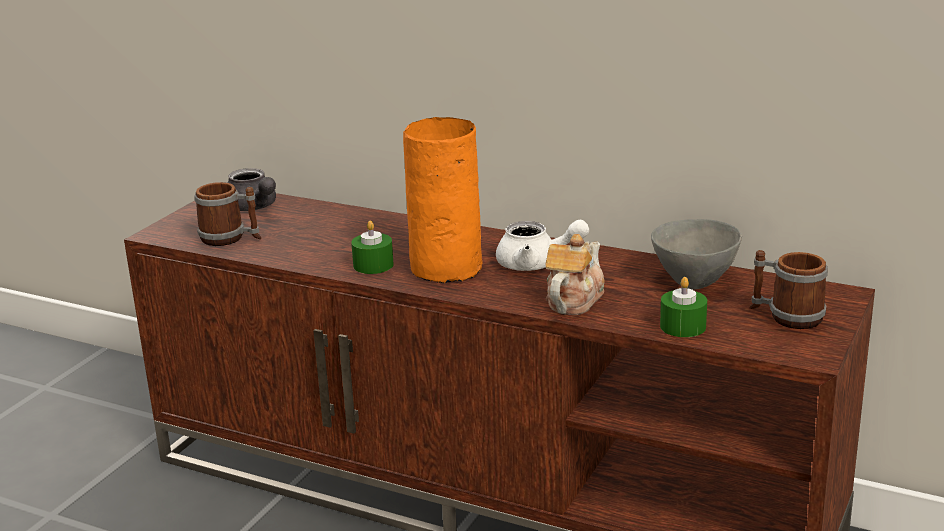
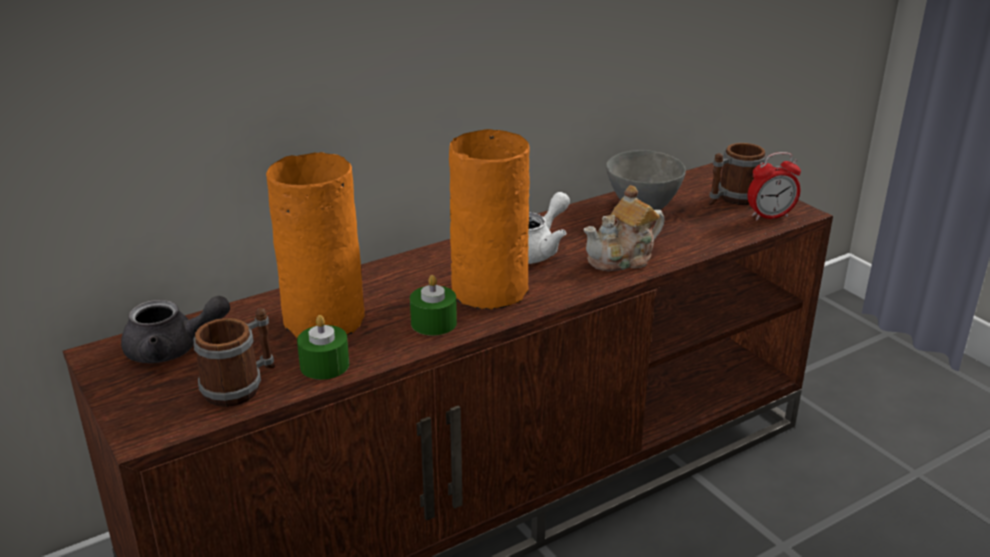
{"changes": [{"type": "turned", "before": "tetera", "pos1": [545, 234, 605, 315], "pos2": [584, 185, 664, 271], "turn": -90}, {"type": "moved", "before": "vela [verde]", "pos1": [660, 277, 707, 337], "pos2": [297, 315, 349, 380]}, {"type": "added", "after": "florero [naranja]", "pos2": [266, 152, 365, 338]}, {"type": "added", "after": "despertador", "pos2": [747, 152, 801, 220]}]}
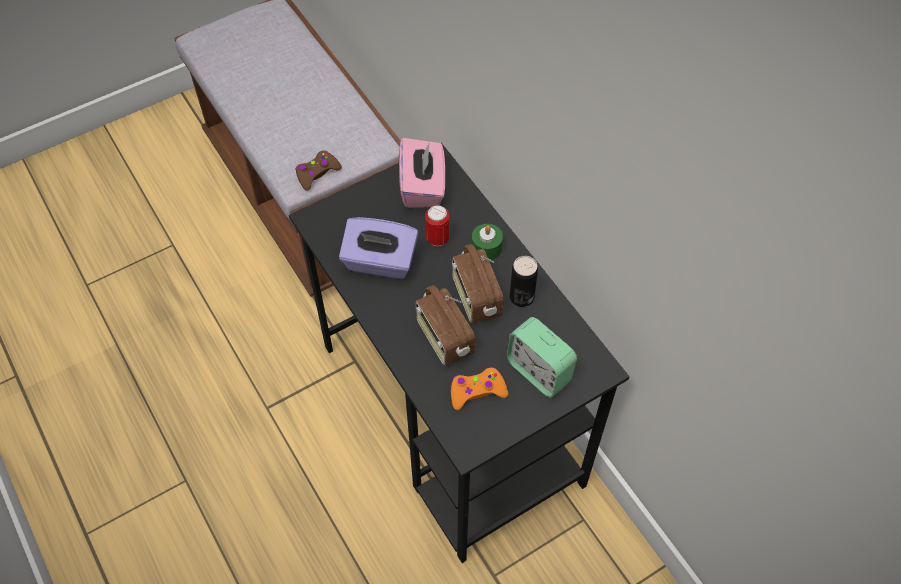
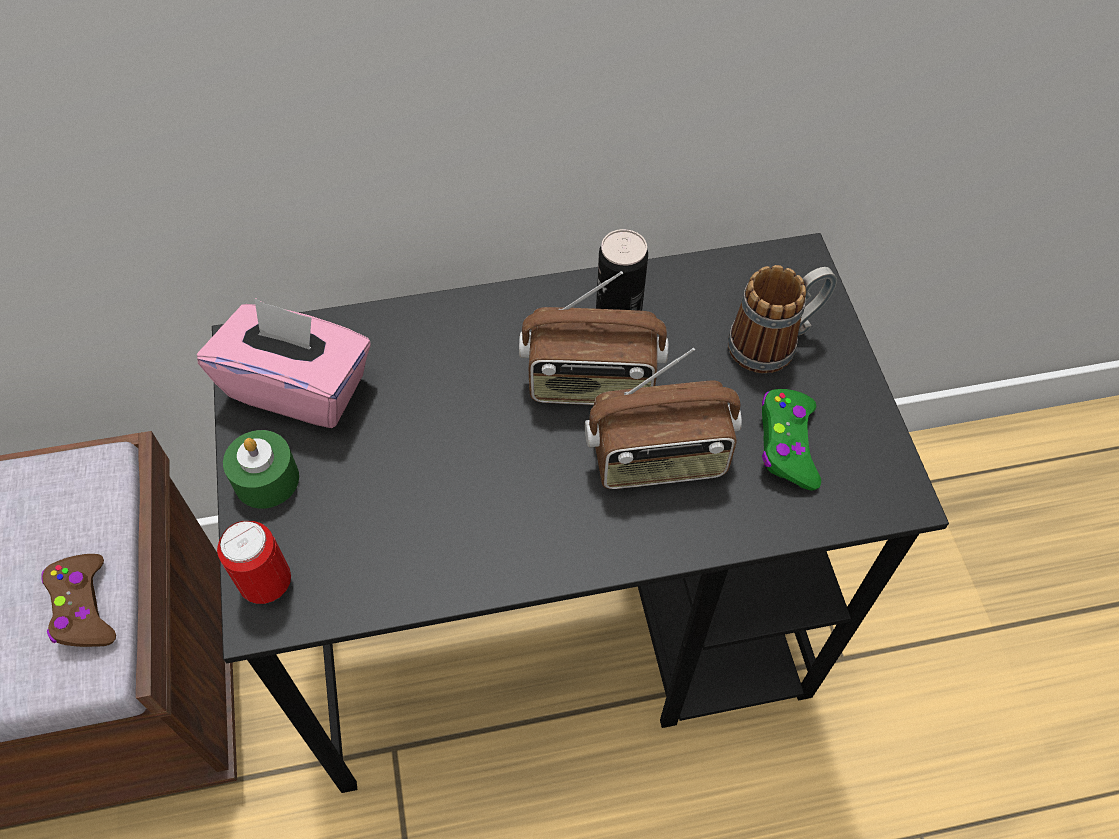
{"changes": [{"type": "removed", "before": "caja de pañuelos [morado]", "pos1": [339, 217, 418, 279]}, {"type": "moved", "before": "lata", "pos1": [425, 205, 449, 246], "pos2": [217, 521, 291, 604]}, {"type": "recoloured", "before": "mando de consola [naranja]", "after": "mando de consola [verde]", "pos1": [451, 367, 508, 410], "pos2": [762, 389, 821, 491]}, {"type": "moved", "before": "vela [verde]", "pos1": [472, 224, 503, 260], "pos2": [223, 430, 299, 509]}, {"type": "replaced", "before": "despertador", "after": "taza grande", "pos1": [506, 317, 577, 398], "pos2": [728, 265, 837, 373]}]}
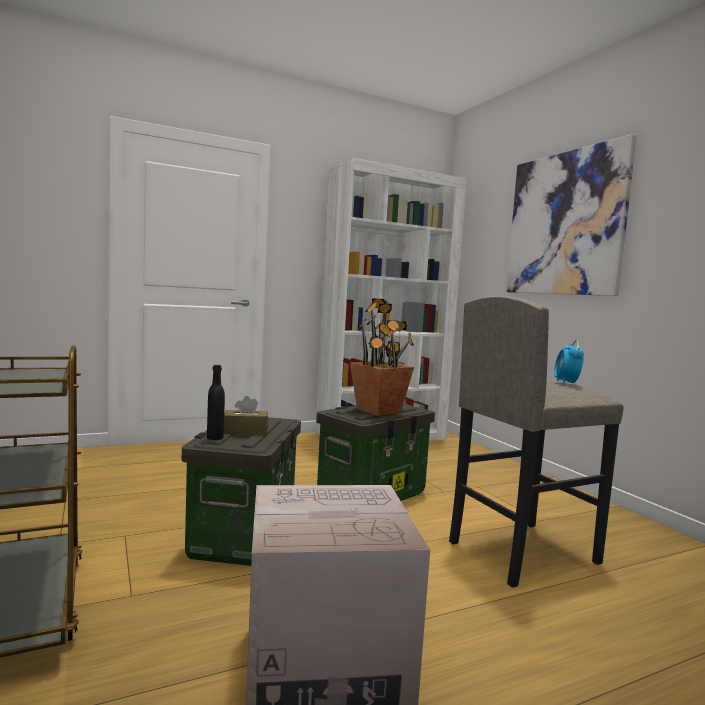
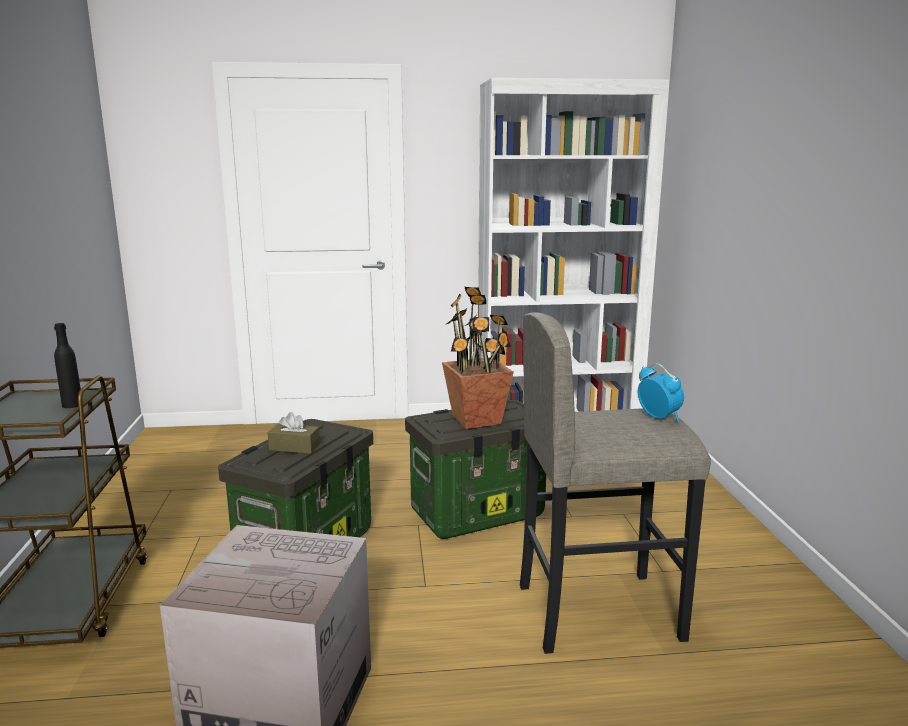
{"changes": [{"type": "moved", "before": "botella [negro]", "pos1": [207, 365, 225, 440], "pos2": [54, 323, 81, 408]}, {"type": "removed", "before": "cuadro", "pos1": [506, 134, 637, 296]}, {"type": "turned", "before": "despertador", "pos1": [554, 340, 584, 385], "pos2": [638, 363, 684, 422], "turn": 120}]}
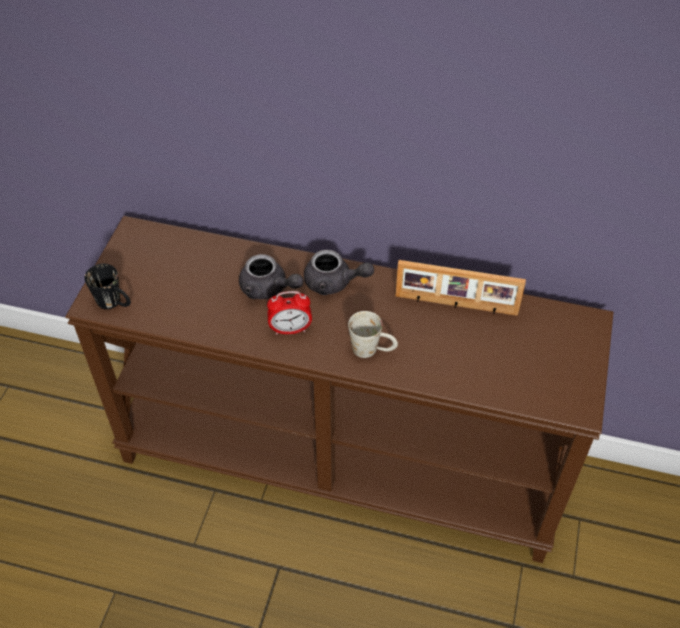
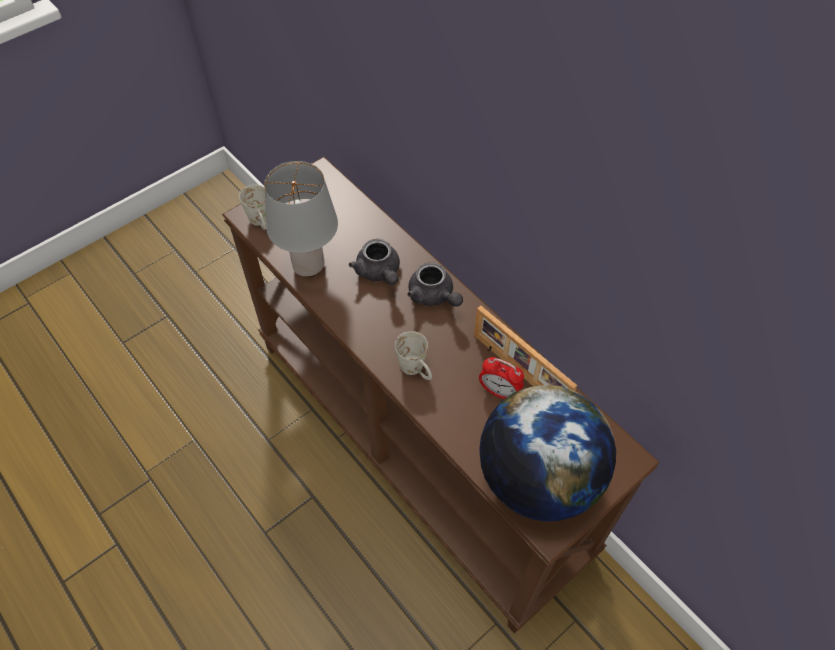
{"changes": [{"type": "recoloured", "before": "taza grande [negro]", "after": "taza grande [blanco]", "pos1": [85, 264, 131, 309], "pos2": [239, 185, 266, 230]}, {"type": "moved", "before": "despertador", "pos1": [267, 291, 312, 335], "pos2": [479, 357, 524, 399]}, {"type": "added", "after": "lámpara de mesa [gris]", "pos2": [264, 161, 338, 277]}, {"type": "added", "after": "globo terráqueo", "pos2": [479, 385, 616, 522]}]}
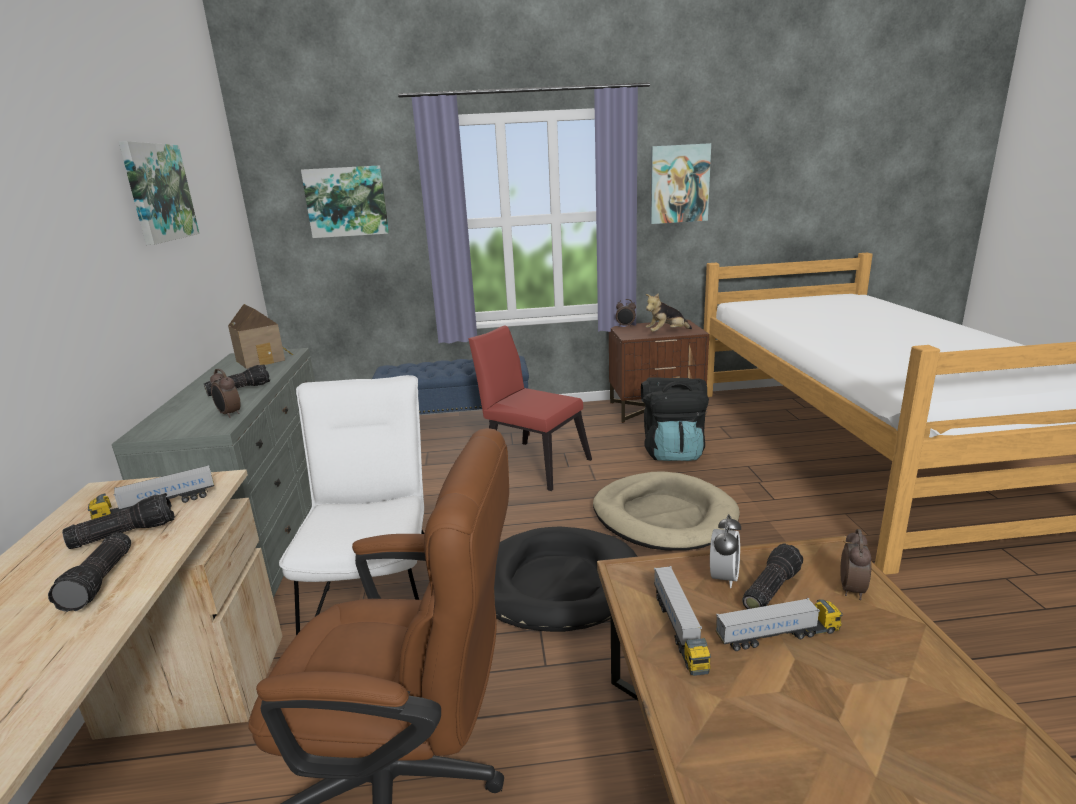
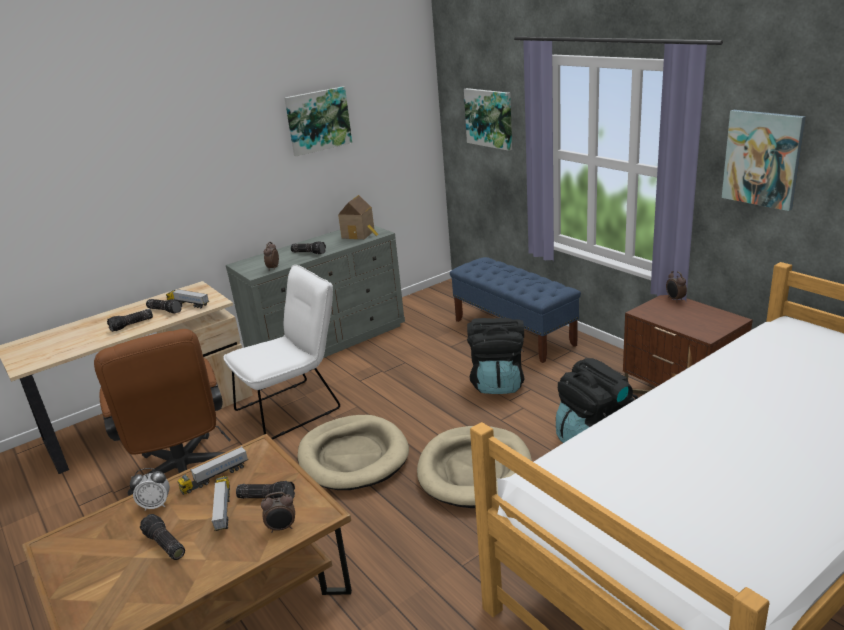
{"changes": [{"type": "replaced", "before": "silla [rojo]", "after": "mochila [negro]", "pos1": [468, 325, 592, 491], "pos2": [467, 318, 524, 394]}, {"type": "recoloured", "before": "cama para perro [negro]", "after": "cama para perro [beis]", "pos1": [494, 526, 638, 632], "pos2": [297, 415, 409, 490]}, {"type": "removed", "before": "peluche", "pos1": [646, 293, 692, 332]}, {"type": "moved", "before": "despertador", "pos1": [710, 514, 741, 588], "pos2": [130, 468, 170, 511]}, {"type": "turned", "before": "camión de juguete", "pos1": [715, 598, 843, 651], "pos2": [211, 476, 230, 531], "turn": -150}, {"type": "added", "after": "linterna", "pos2": [140, 514, 185, 560]}]}
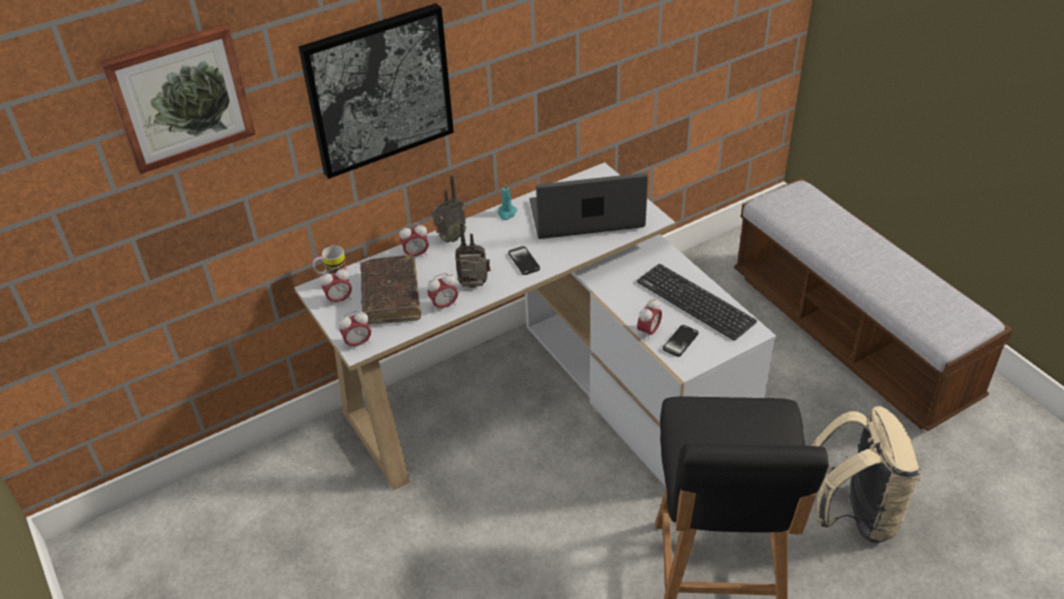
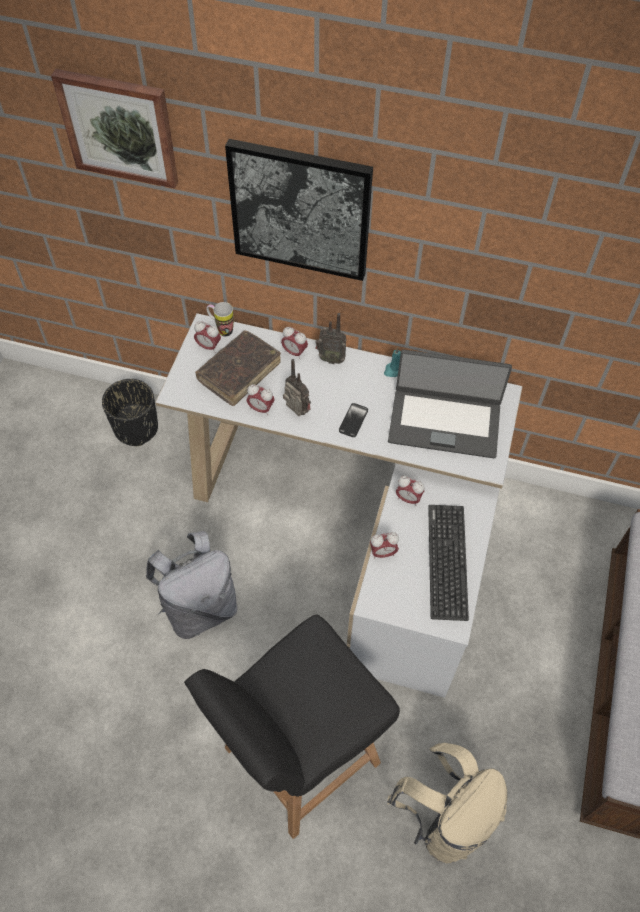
{"changes": [{"type": "moved", "before": "despertador", "pos1": [338, 311, 371, 350], "pos2": [396, 476, 425, 506]}, {"type": "turned", "before": "portátil", "pos1": [530, 173, 648, 239], "pos2": [388, 349, 512, 458], "turn": 150}, {"type": "removed", "before": "móvil", "pos1": [663, 325, 698, 357]}, {"type": "added", "after": "maceta [negro]", "pos2": [102, 379, 158, 446]}, {"type": "added", "after": "mochila [gris]", "pos2": [146, 531, 237, 639]}]}
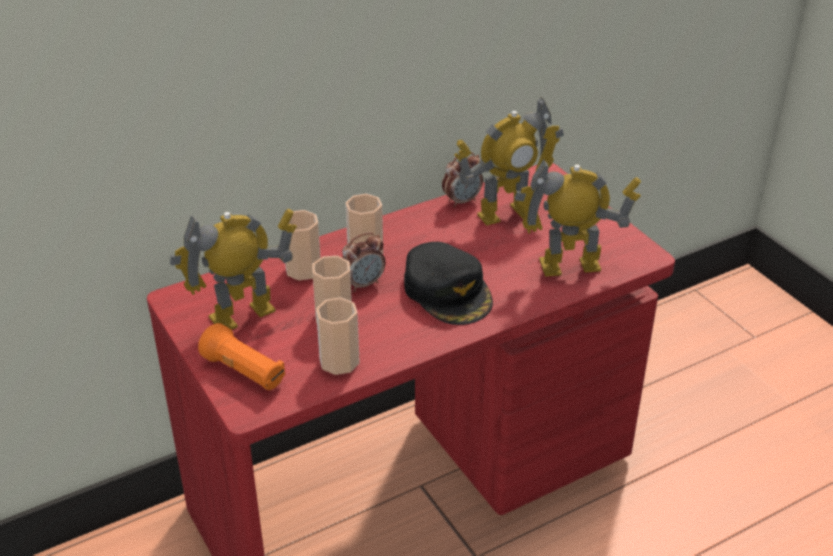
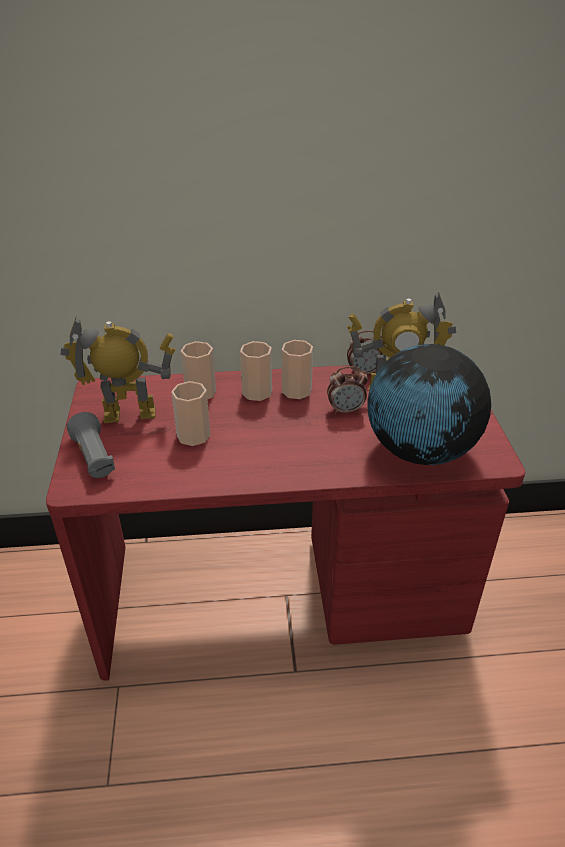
{"changes": [{"type": "recoloured", "before": "linterna [naranja]", "after": "linterna [gris]", "pos1": [198, 323, 285, 390], "pos2": [67, 412, 115, 478]}, {"type": "moved", "before": "taza", "pos1": [316, 297, 360, 375], "pos2": [282, 340, 313, 399]}, {"type": "moved", "before": "despertador", "pos1": [342, 232, 386, 292], "pos2": [327, 366, 368, 414]}, {"type": "removed", "before": "gorra [negro]", "pos1": [404, 242, 493, 325]}, {"type": "replaced", "before": "robot de juguete", "after": "globo terráqueo", "pos1": [515, 159, 641, 277], "pos2": [367, 344, 491, 465]}]}
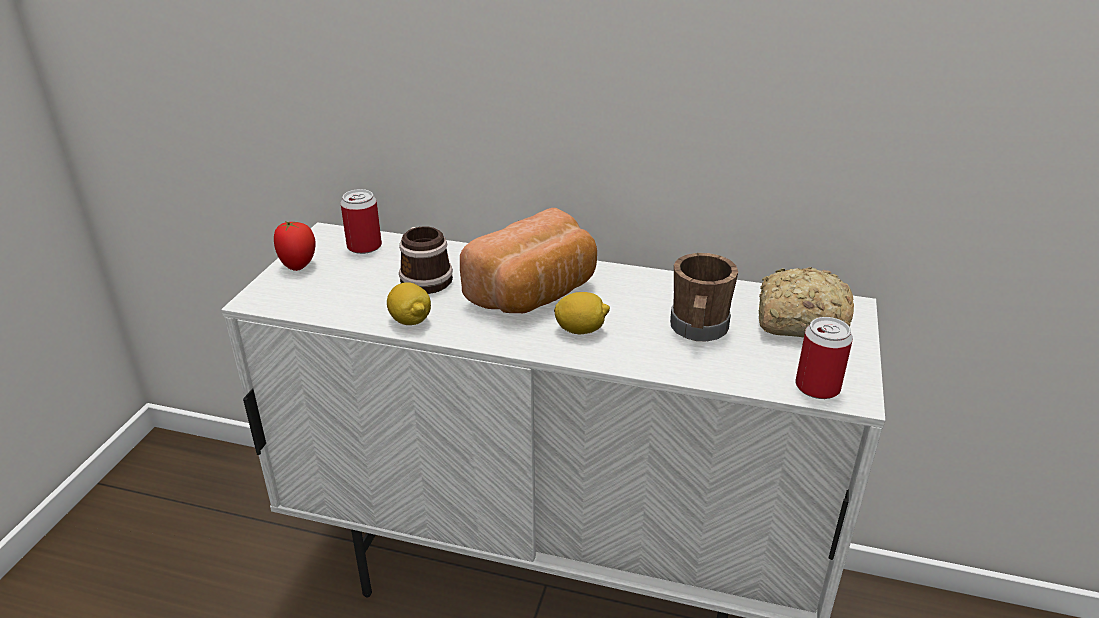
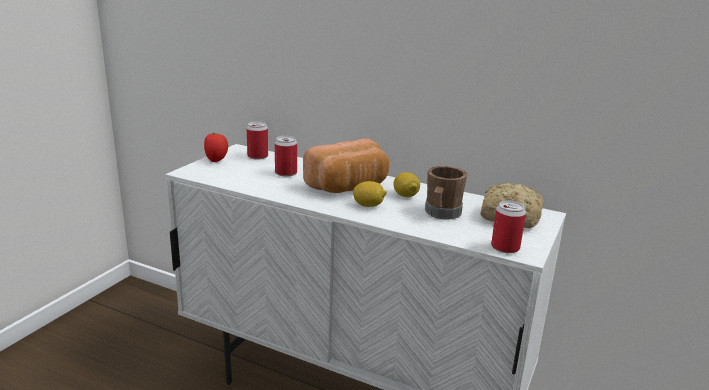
{"changes": [{"type": "moved", "before": "limón", "pos1": [387, 282, 431, 325], "pos2": [394, 172, 420, 197]}, {"type": "replaced", "before": "taza grande", "after": "lata", "pos1": [399, 227, 453, 294], "pos2": [275, 136, 297, 177]}]}
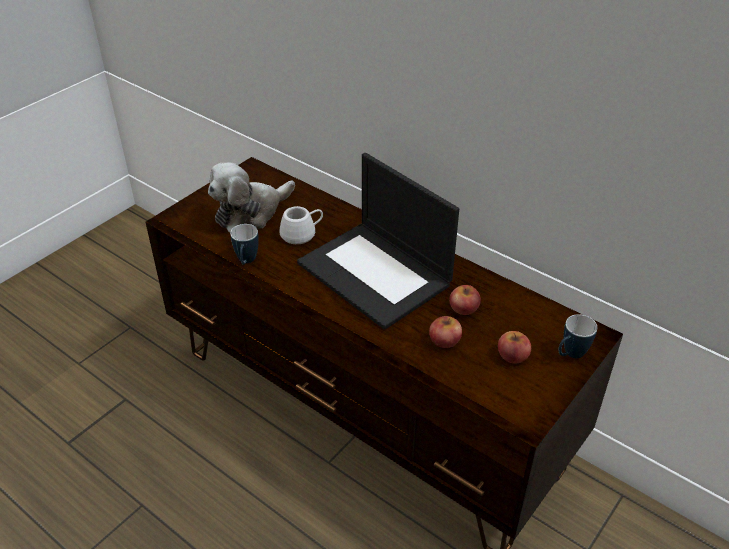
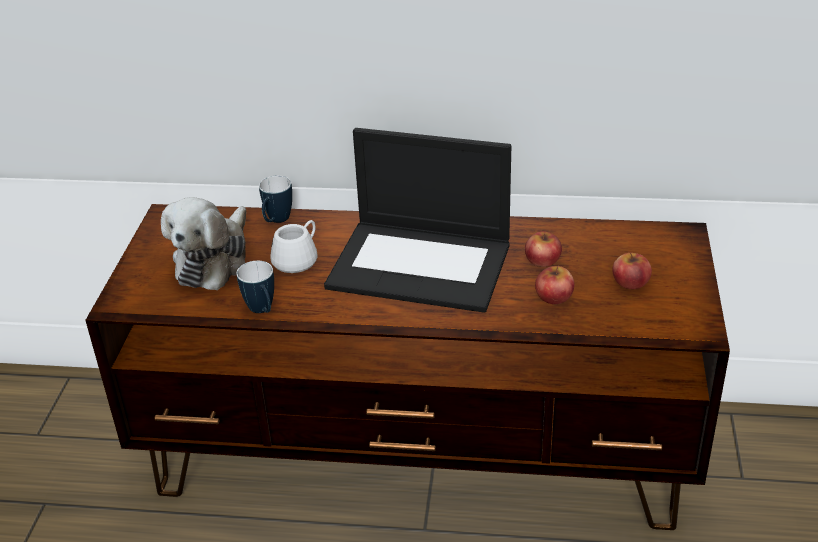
{"changes": [{"type": "moved", "before": "taza grande", "pos1": [559, 314, 597, 358], "pos2": [259, 175, 292, 223]}]}
